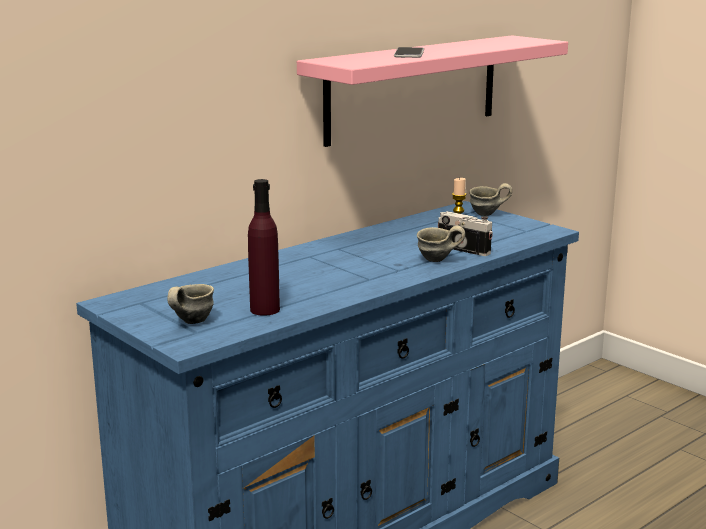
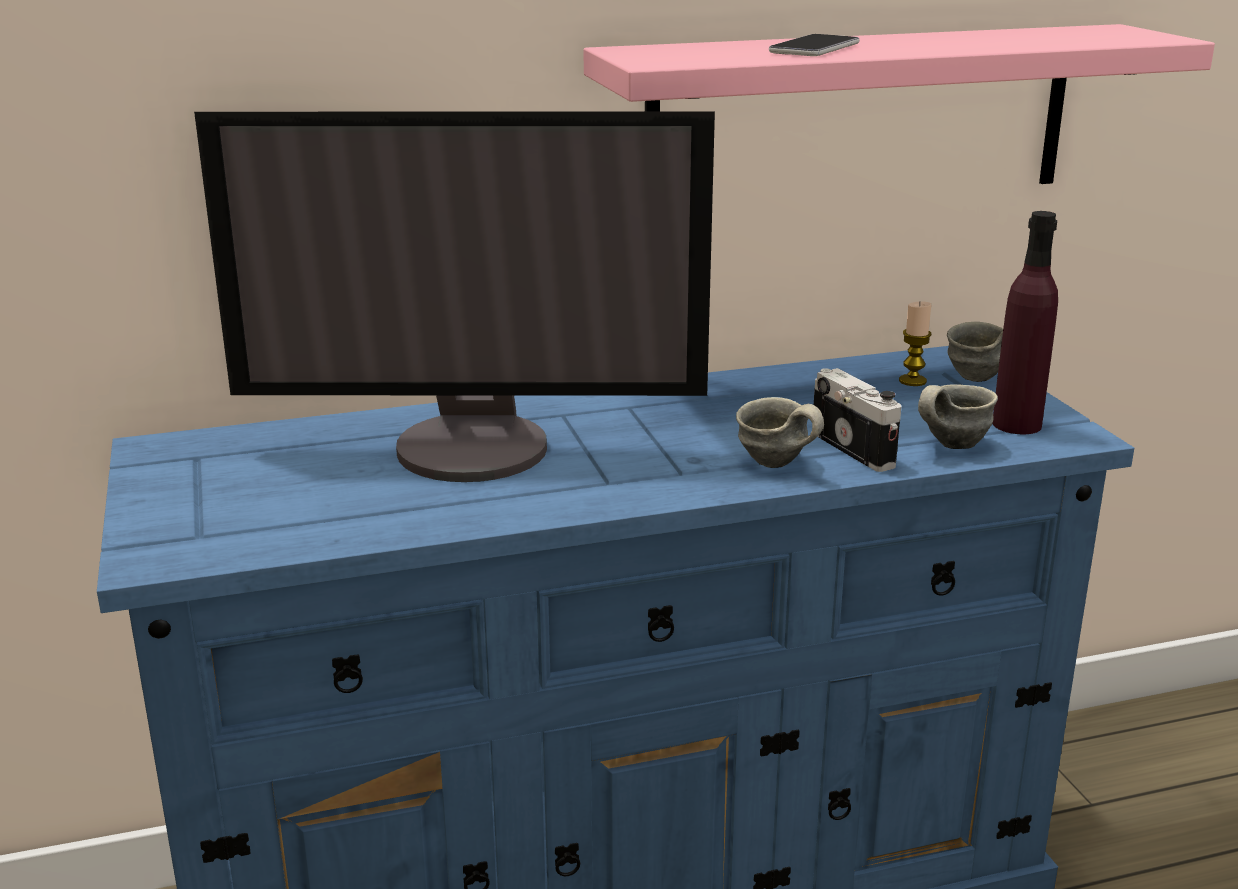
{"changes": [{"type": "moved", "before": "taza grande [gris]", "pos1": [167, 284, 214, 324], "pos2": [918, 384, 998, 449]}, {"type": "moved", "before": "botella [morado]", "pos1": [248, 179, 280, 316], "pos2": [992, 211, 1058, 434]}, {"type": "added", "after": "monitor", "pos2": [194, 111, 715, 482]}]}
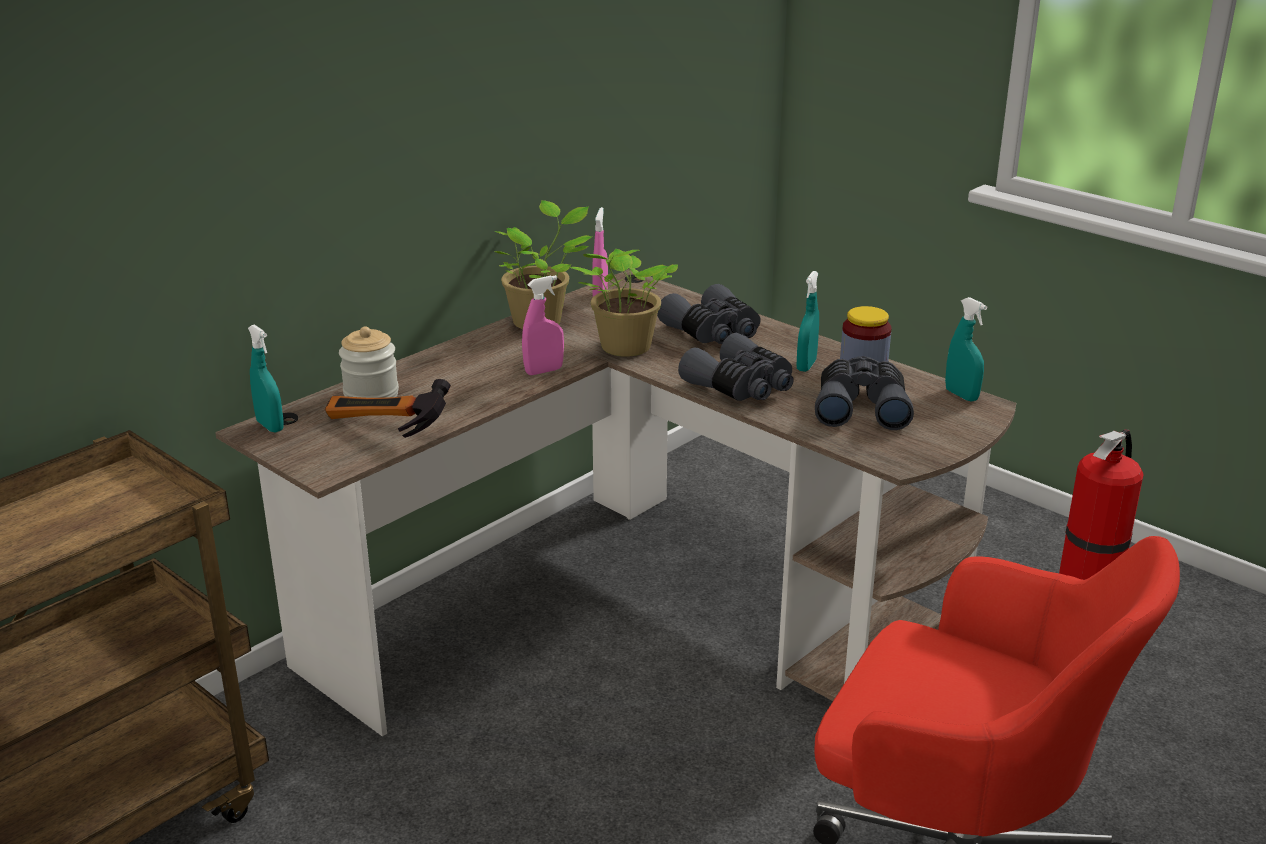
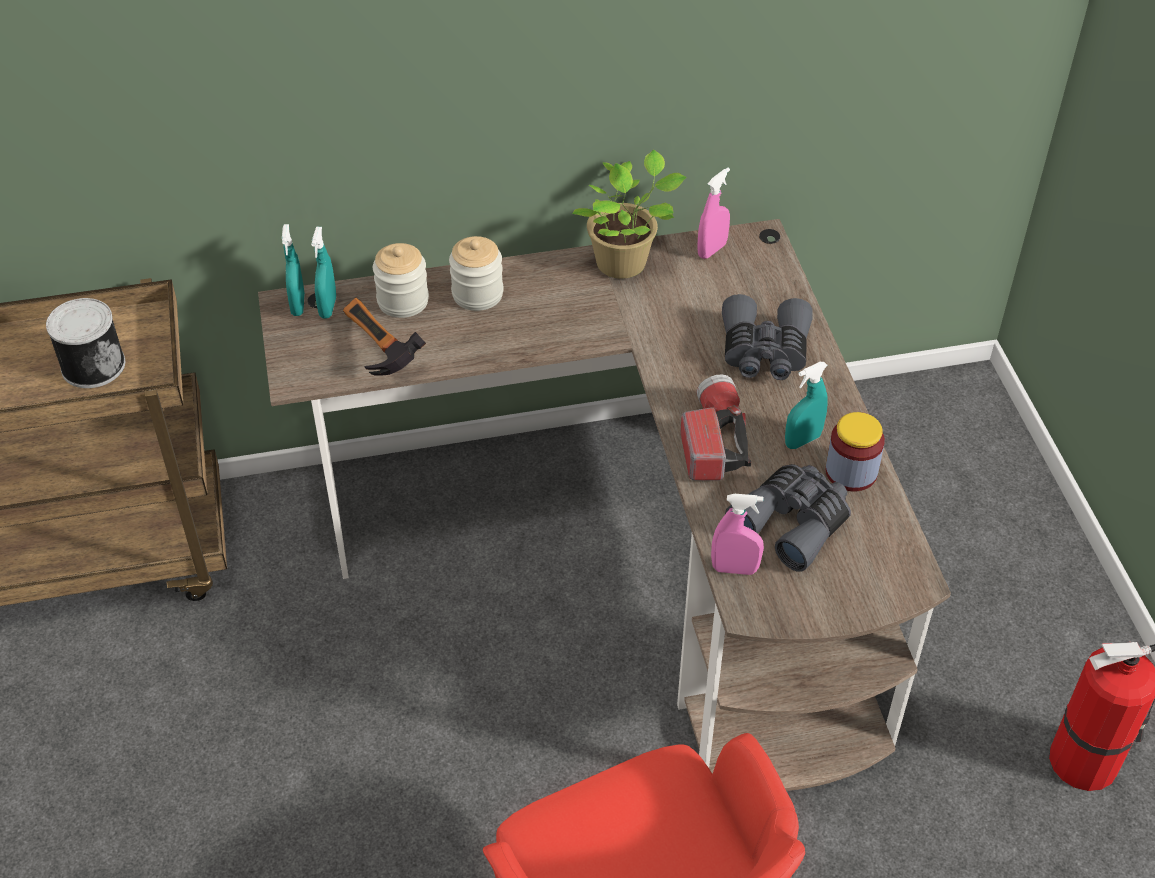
{"changes": [{"type": "moved", "before": "pulverizador [rosa]", "pos1": [522, 275, 564, 375], "pos2": [711, 494, 764, 575]}, {"type": "removed", "before": "planta en maceta", "pos1": [570, 249, 678, 357]}, {"type": "replaced", "before": "prismáticos [gris]", "after": "linterna", "pos1": [678, 333, 793, 401], "pos2": [680, 374, 751, 480]}, {"type": "moved", "before": "pulverizador [turquesa]", "pos1": [945, 297, 987, 402], "pos2": [311, 227, 336, 319]}, {"type": "added", "after": "lata", "pos2": [46, 298, 125, 388]}, {"type": "added", "after": "tarro", "pos2": [449, 236, 503, 311]}]}
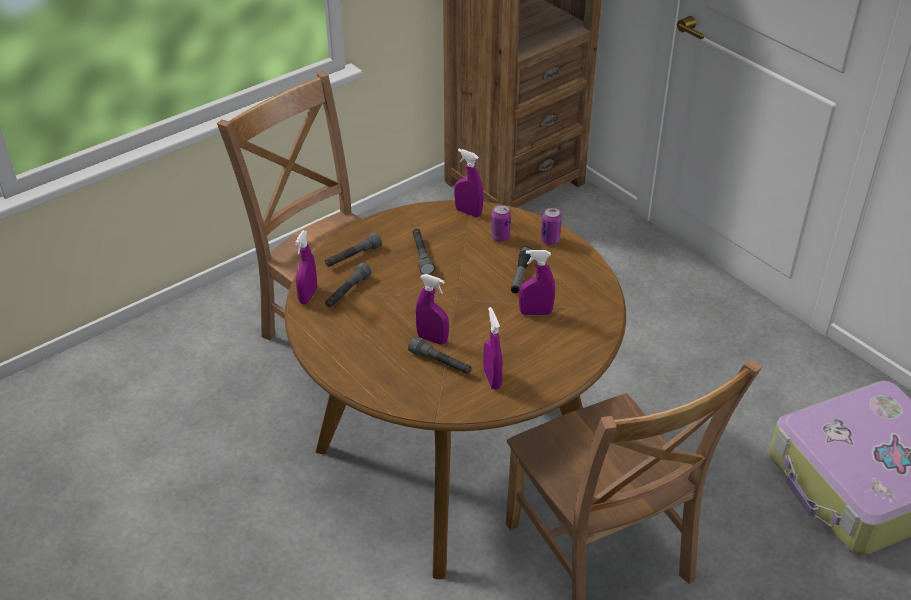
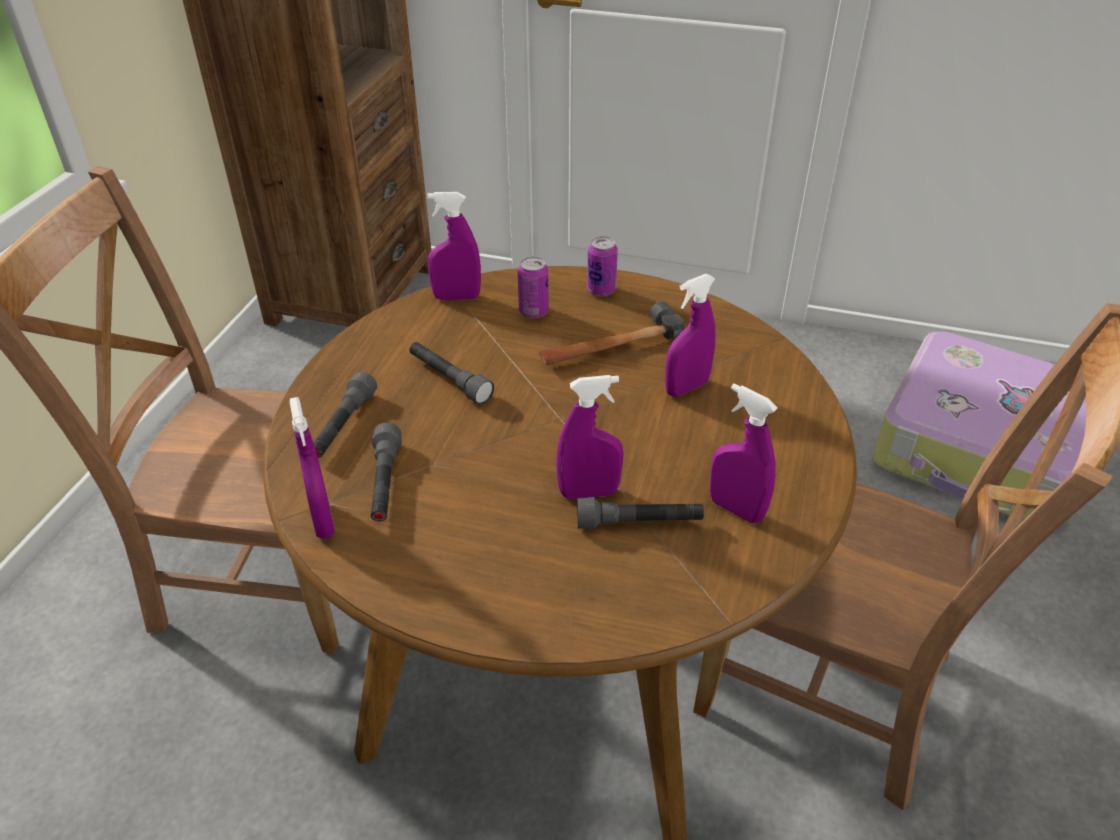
{"changes": [{"type": "replaced", "before": "linterna", "after": "martillo", "pos1": [511, 246, 532, 293], "pos2": [539, 302, 684, 365]}]}
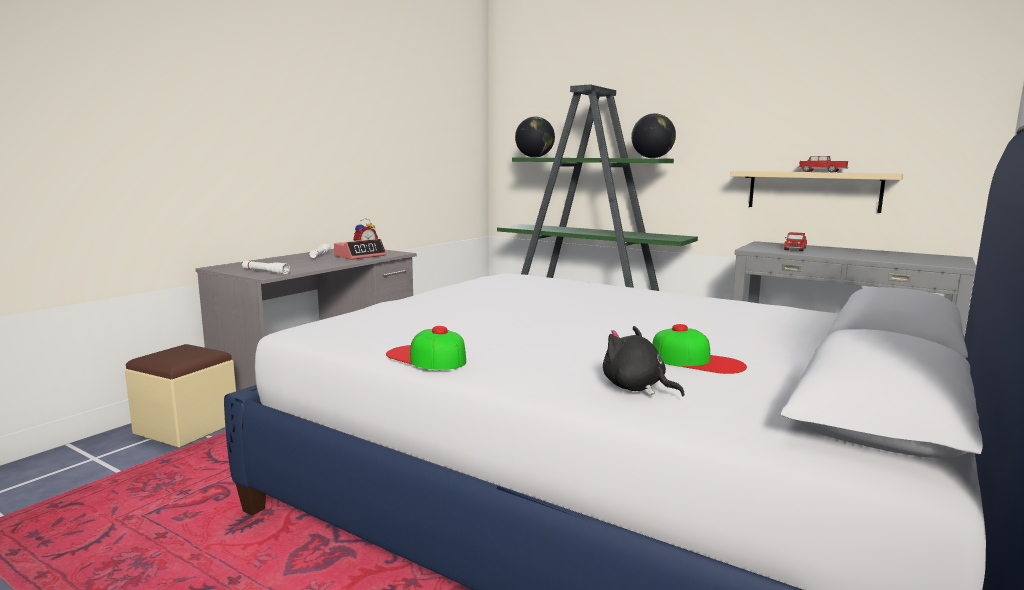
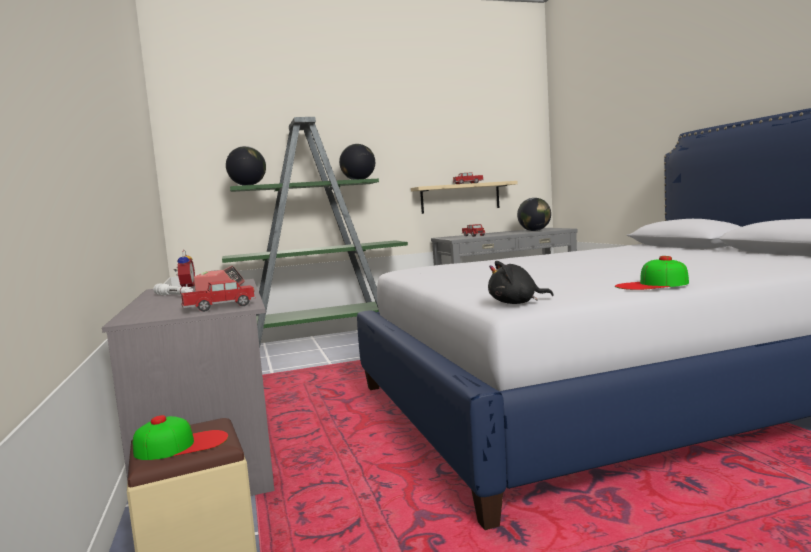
{"changes": [{"type": "replaced", "before": "linterna [blanco]", "after": "camión de juguete", "pos1": [242, 261, 290, 274], "pos2": [181, 279, 256, 312]}, {"type": "moved", "before": "peluche [negro]", "pos1": [603, 326, 685, 396], "pos2": [488, 261, 554, 304]}, {"type": "moved", "before": "gorra", "pos1": [652, 324, 747, 374], "pos2": [133, 415, 228, 460]}, {"type": "added", "after": "globo terráqueo", "pos2": [517, 198, 551, 231]}]}
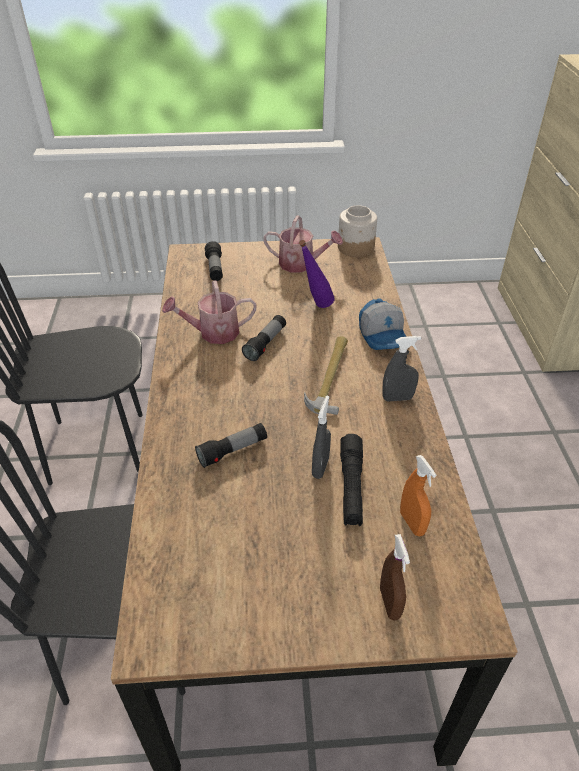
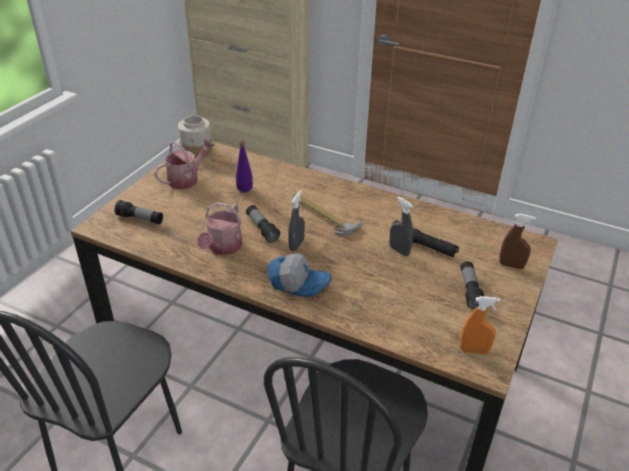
{"changes": [{"type": "moved", "before": "linterna", "pos1": [195, 423, 267, 468], "pos2": [460, 261, 484, 309]}, {"type": "moved", "before": "gorra", "pos1": [359, 298, 406, 350], "pos2": [268, 253, 331, 297]}, {"type": "moved", "before": "pulverizador [gris]", "pos1": [382, 336, 421, 402], "pos2": [288, 190, 305, 252]}, {"type": "moved", "before": "pulverizador [naranja]", "pos1": [400, 455, 436, 536], "pos2": [460, 296, 500, 354]}]}
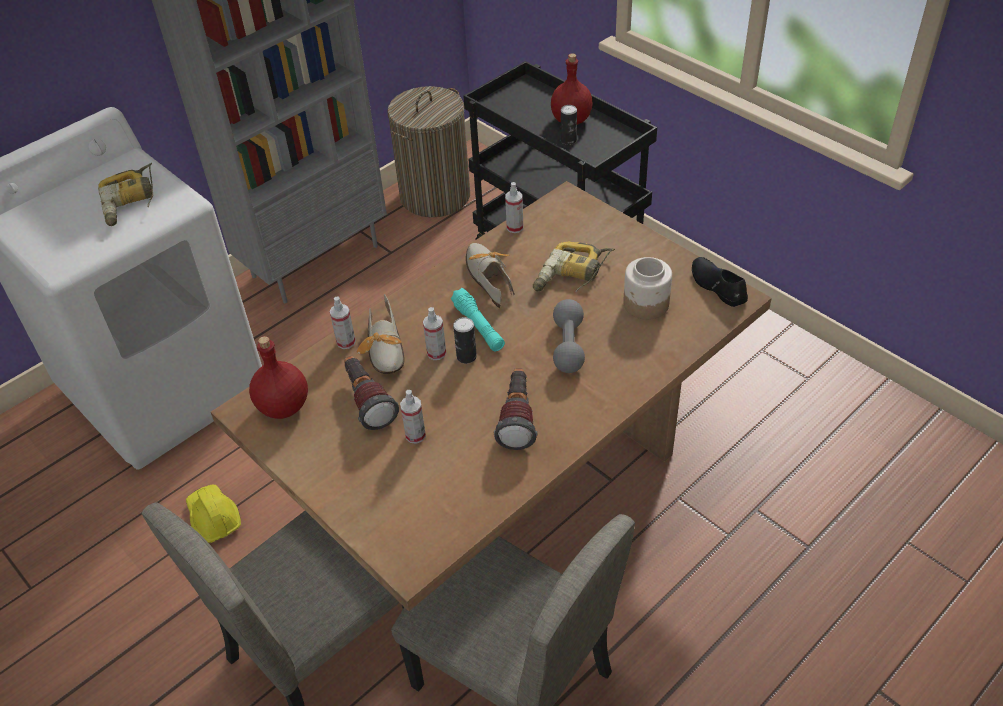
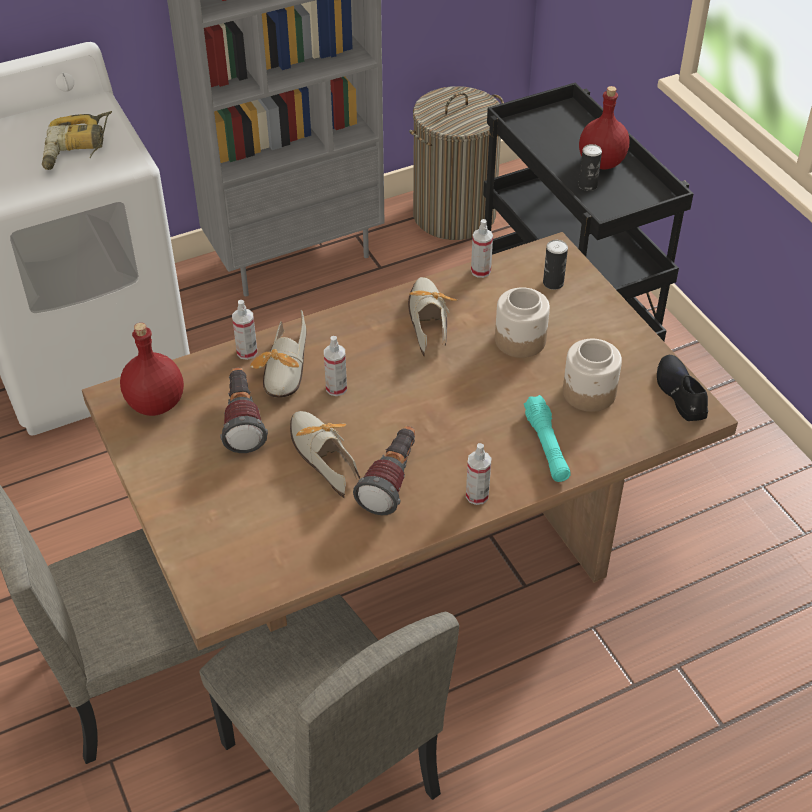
{"changes": [{"type": "removed", "before": "casco [amarillo]", "pos1": [186, 485, 241, 543]}, {"type": "moved", "before": "pulverizador", "pos1": [400, 390, 426, 444], "pos2": [466, 443, 491, 505]}, {"type": "moved", "before": "linterna [turquesa]", "pos1": [451, 288, 505, 351], "pos2": [524, 395, 571, 482]}, {"type": "moved", "before": "lata", "pos1": [453, 317, 477, 364], "pos2": [543, 240, 568, 290]}, {"type": "replaced", "before": "taladro", "after": "tarro", "pos1": [533, 242, 615, 292], "pos2": [495, 288, 550, 358]}, {"type": "removed", "before": "mancuerna [gris]", "pos1": [553, 299, 585, 373]}, {"type": "added", "after": "zapato", "pos2": [290, 411, 360, 499]}]}
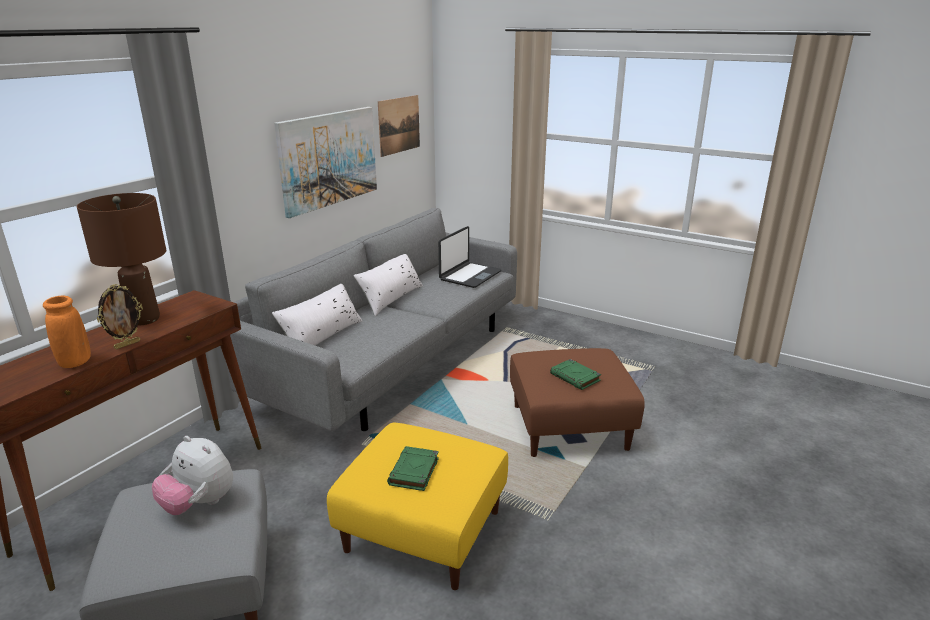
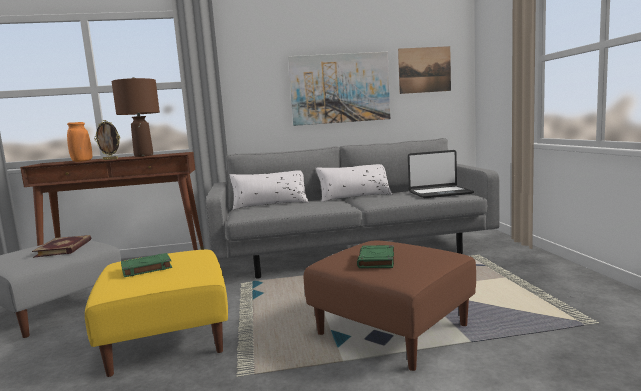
{"changes": [{"type": "replaced", "before": "peluche", "after": "libro", "pos1": [152, 436, 233, 515], "pos2": [32, 235, 91, 258]}]}
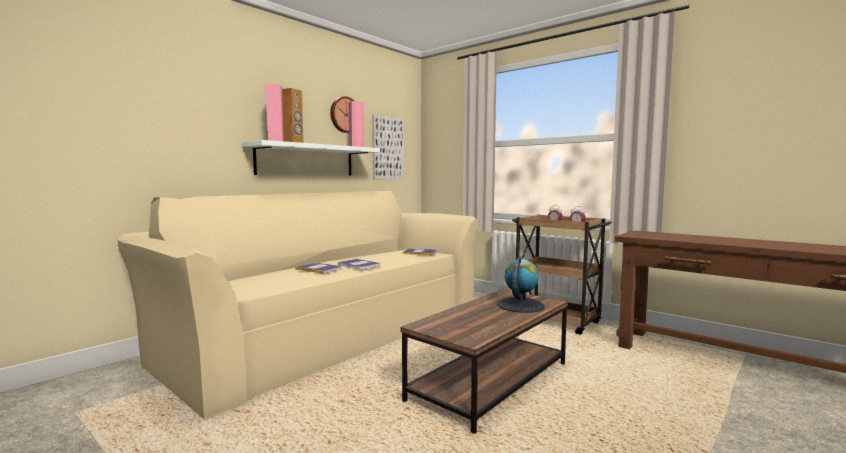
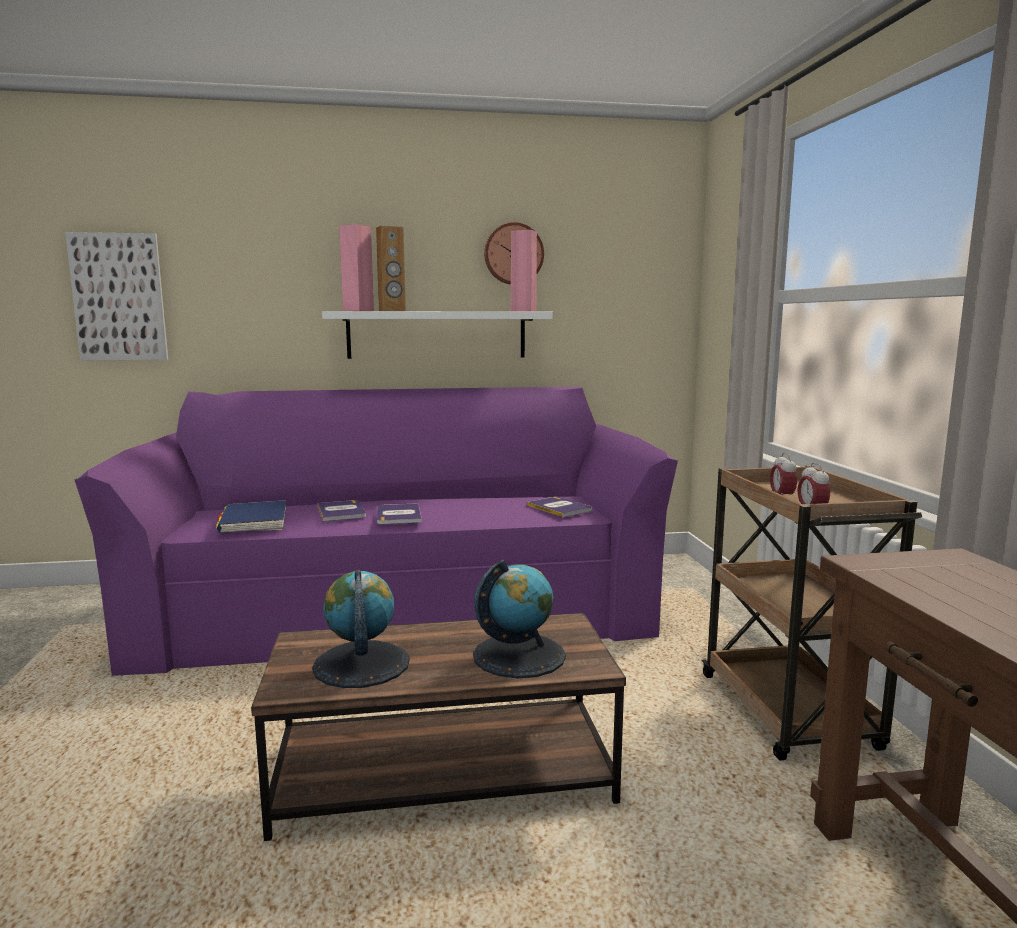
{"changes": [{"type": "recoloured", "before": "sofá [beis]", "after": "sofá [morado]", "pos1": [118, 191, 478, 419], "pos2": [74, 387, 678, 676]}, {"type": "moved", "before": "cuadro", "pos1": [372, 115, 404, 179], "pos2": [65, 232, 168, 360]}, {"type": "added", "after": "libro [azul]", "pos2": [216, 500, 286, 533]}, {"type": "added", "after": "globo terráqueo", "pos2": [312, 570, 410, 688]}]}
